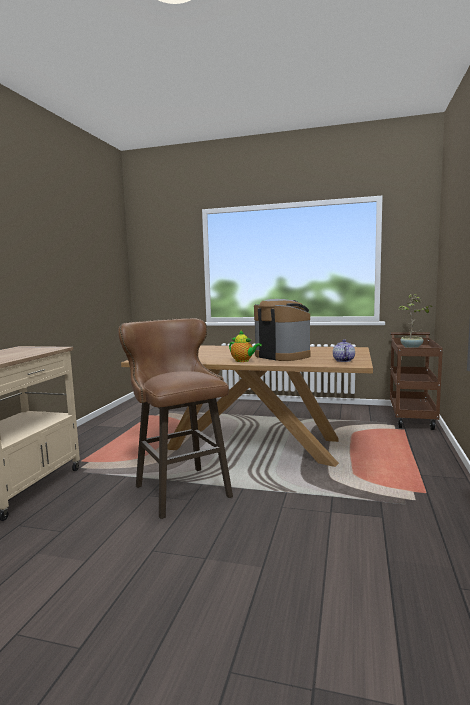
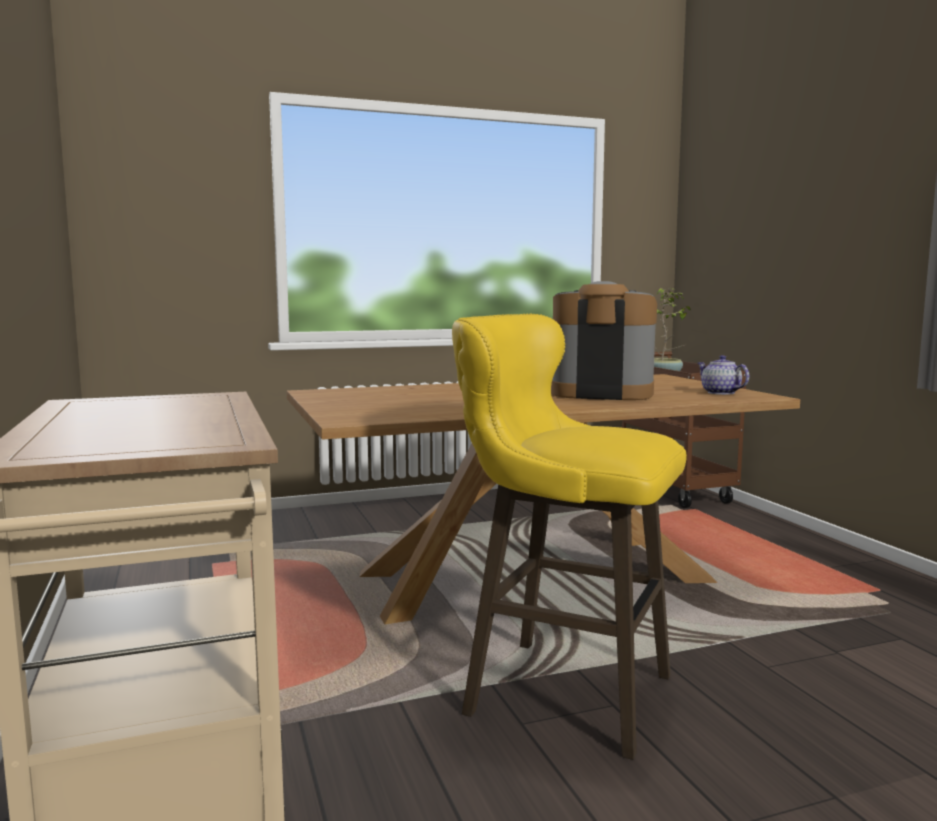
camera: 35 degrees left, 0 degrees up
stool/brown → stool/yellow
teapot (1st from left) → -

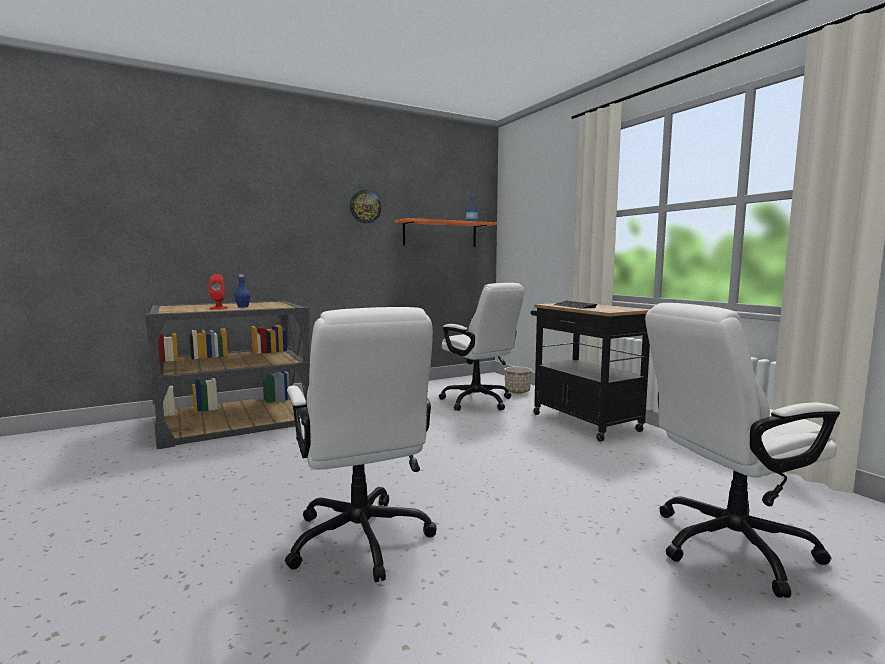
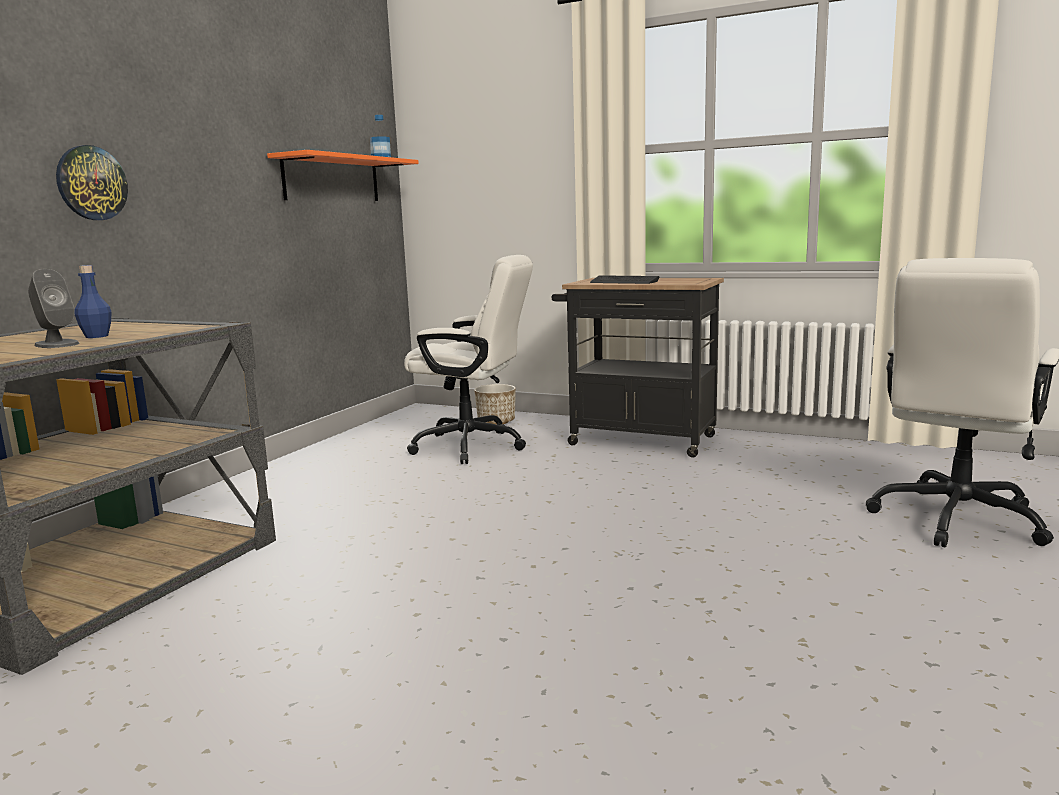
camera: 35 degrees left, 5 degrees up
wall clock, move
speaker/red → speaker/grey
office chair/white (1st from left) → -

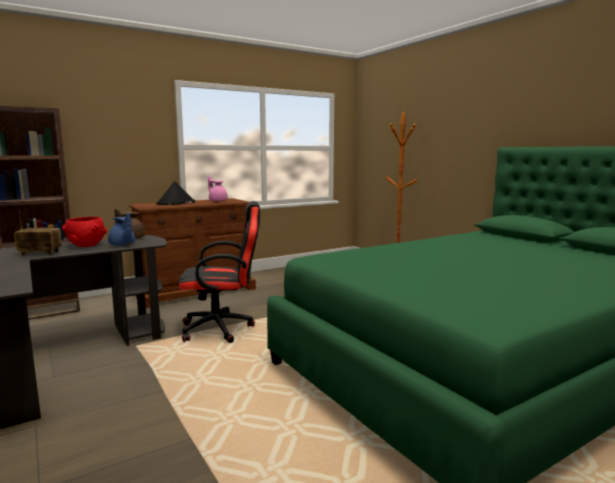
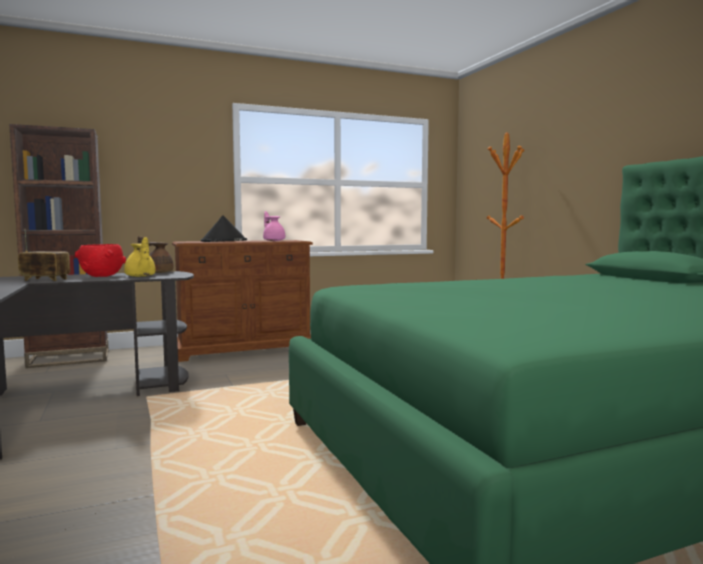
camera: 10 degrees right, 5 degrees down
office chair/black → -
teapot/blue → teapot/yellow

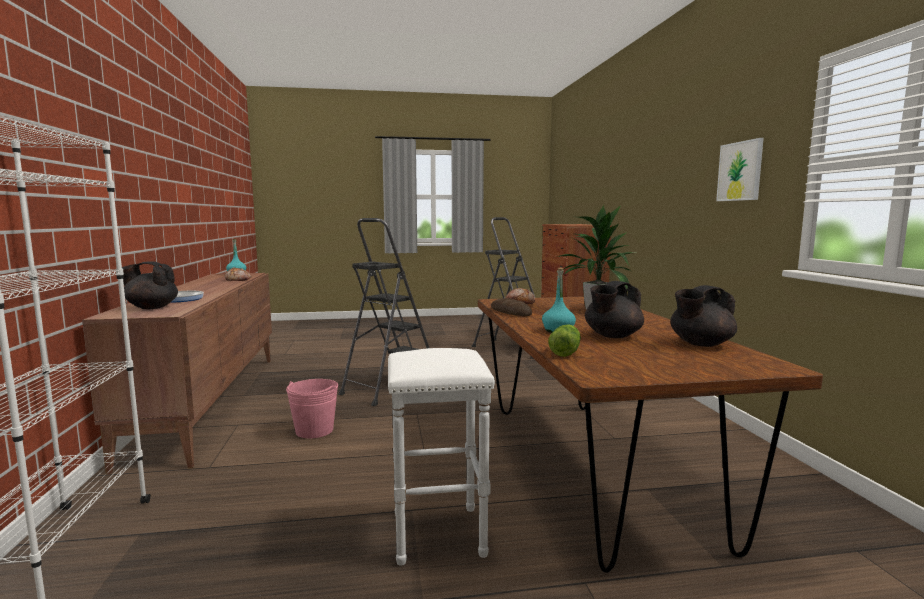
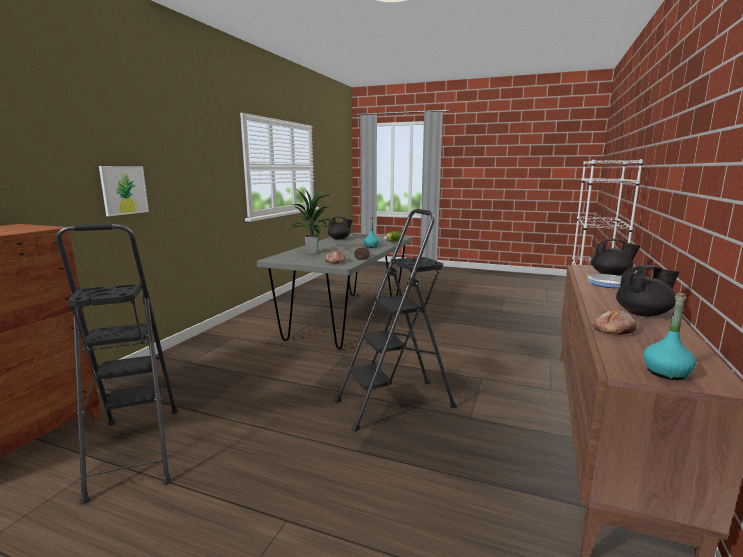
camera: 150 degrees left, 5 degrees up
picture, move
teapot/black (2nd from left in the first image) → teapot/black (3rd from left), move
dining table/brown → dining table/grey
stool/white → -
bucket/pink → -

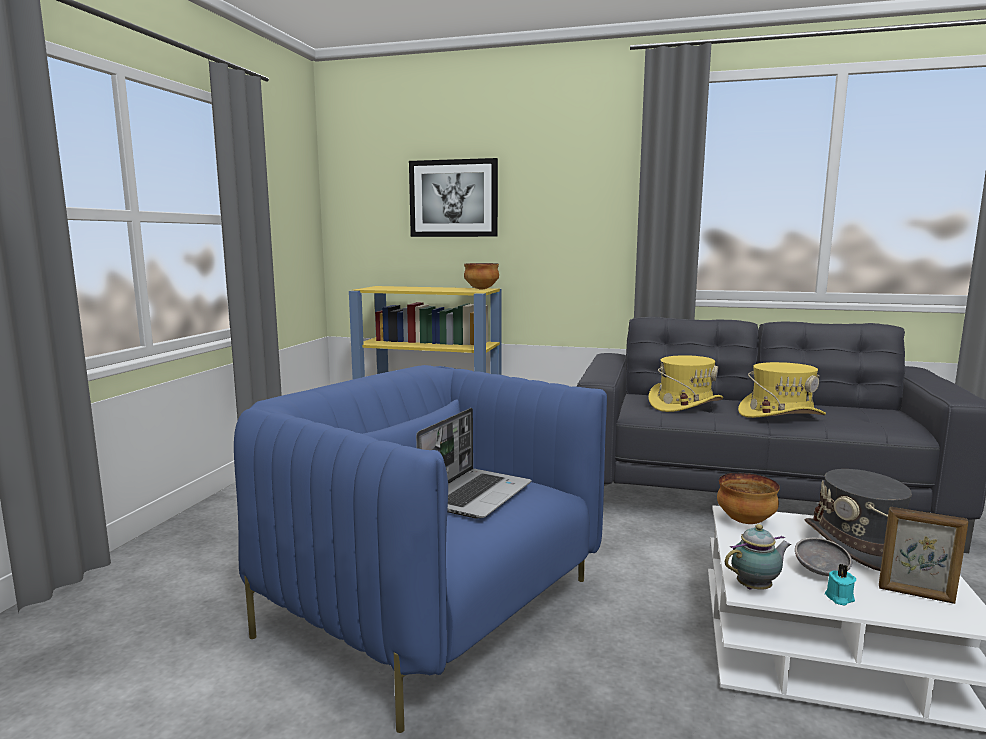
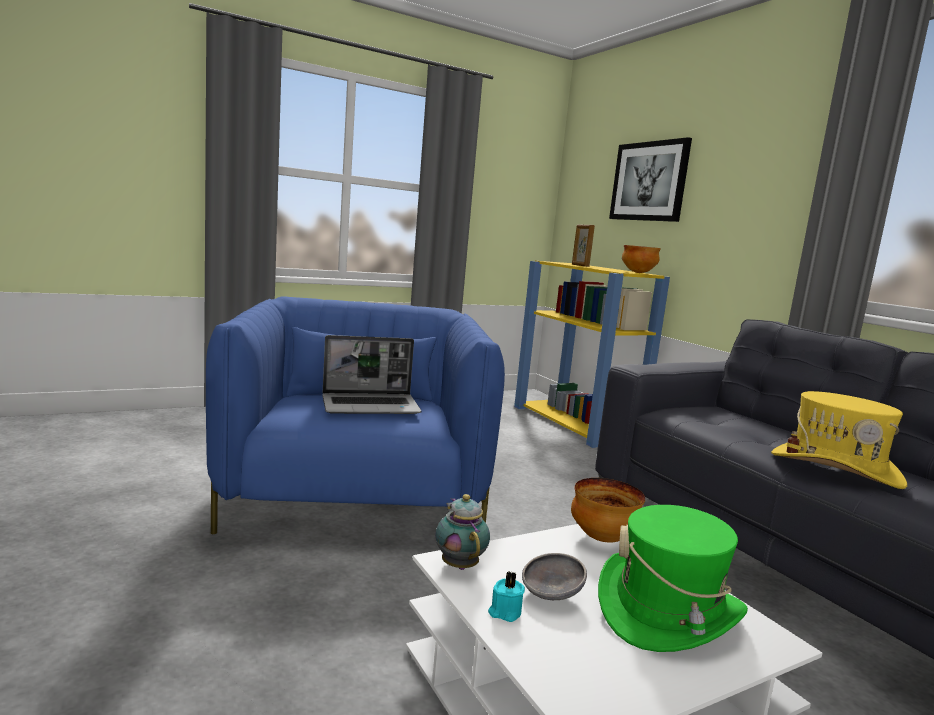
camera: 45 degrees right, 0 degrees up
hat/yellow (1st from left) → -
hat/grey → hat/green
picture frame, move
teapot, 135 degrees counterclockwise

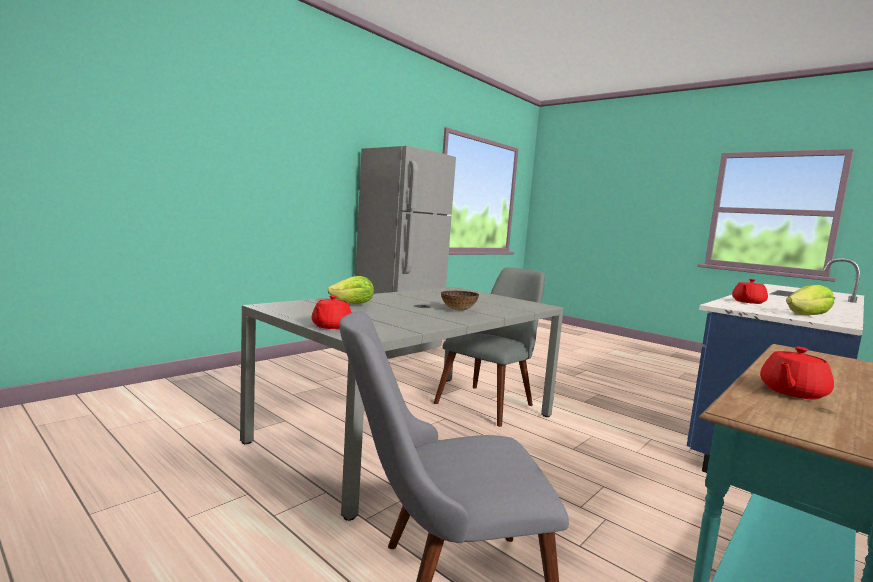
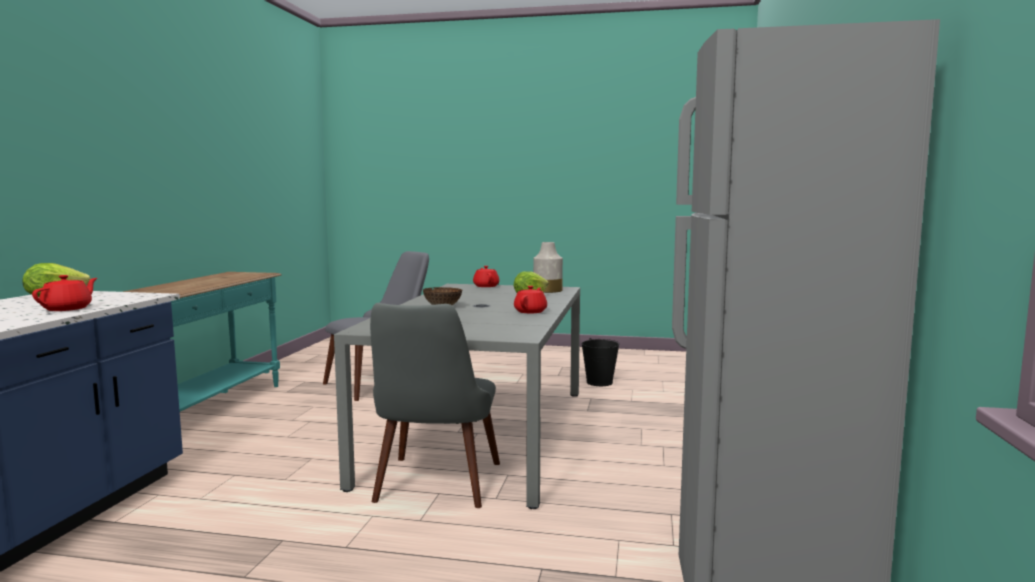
camera: 150 degrees right, 0 degrees up
teapot/red (3rd from left), move
- → vase/beige
- → bucket/black

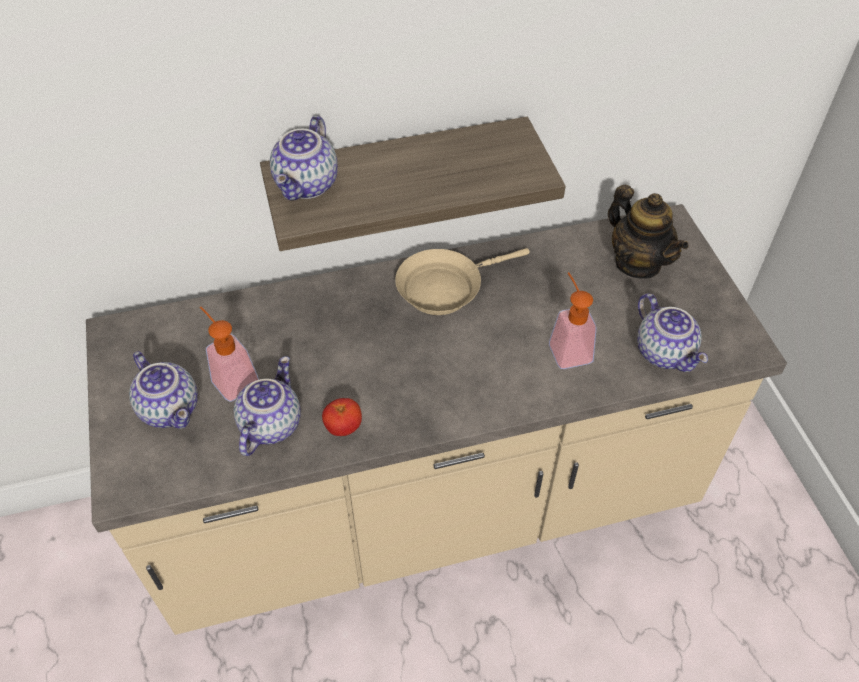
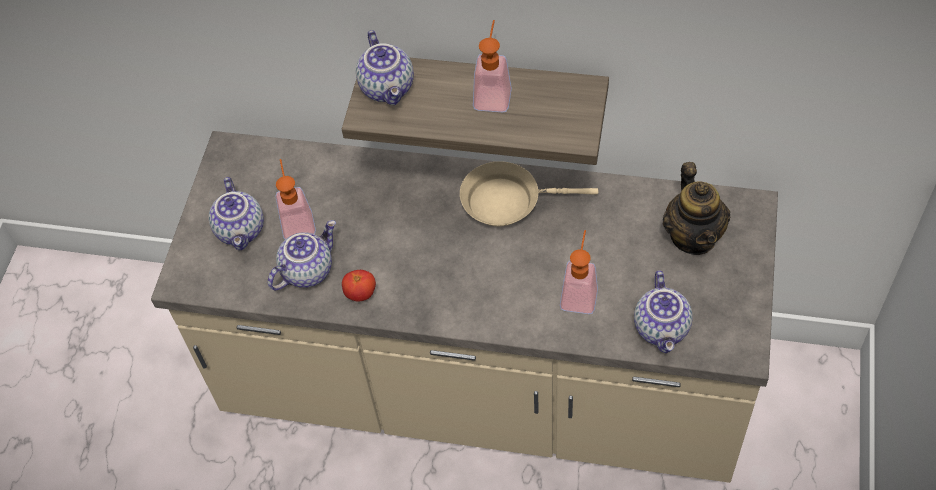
camera: 30 degrees right, 5 degrees up
teapot (3rd from left), 60 degrees counterclockwise
- → soap dispenser (2nd from left)

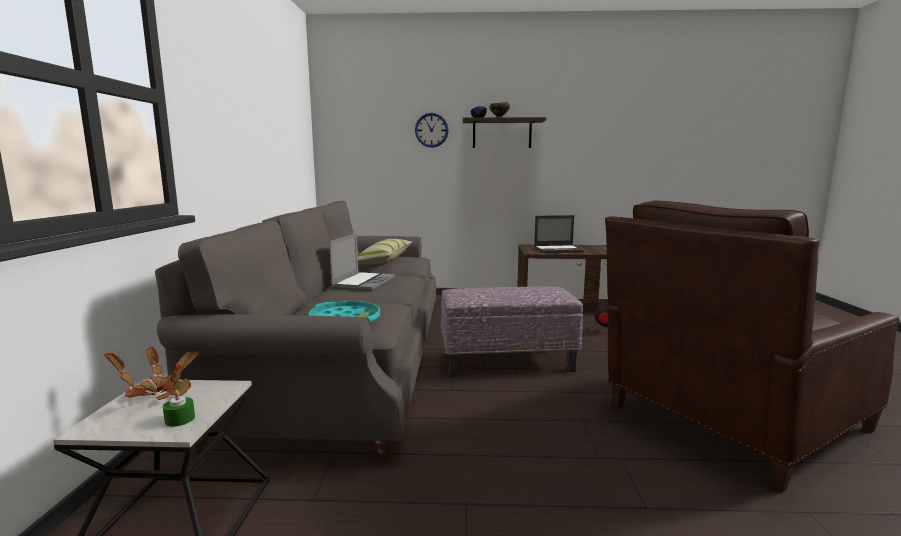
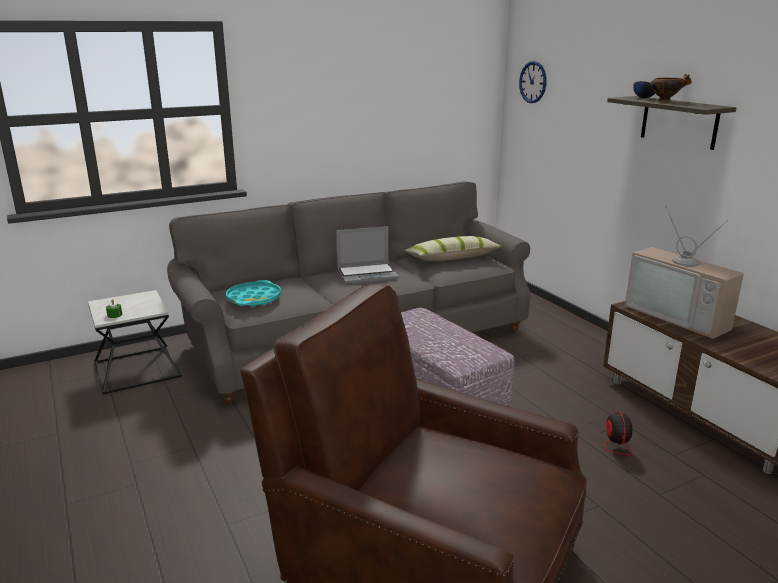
camera: 60 degrees right, 10 degrees up
wall clock, move
laptop (2nd from left) → television
potted plant → -

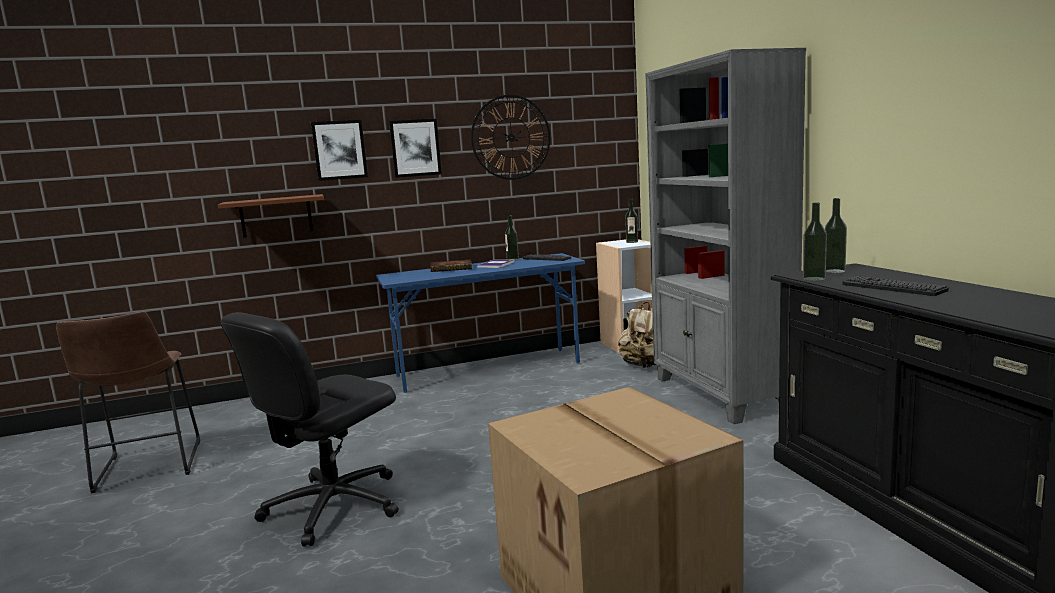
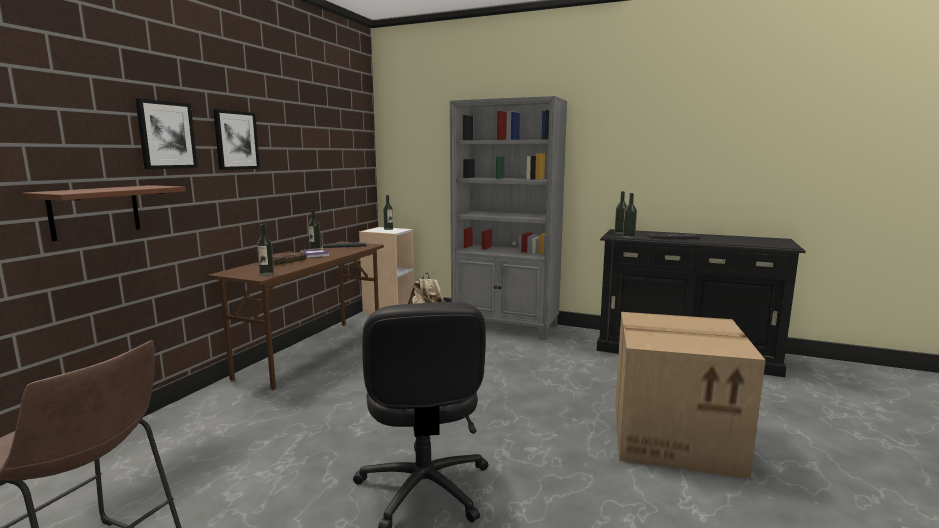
camera: 50 degrees left, 0 degrees up
wall clock → -
desk/blue → desk/brown
- → bottle (1st from left)

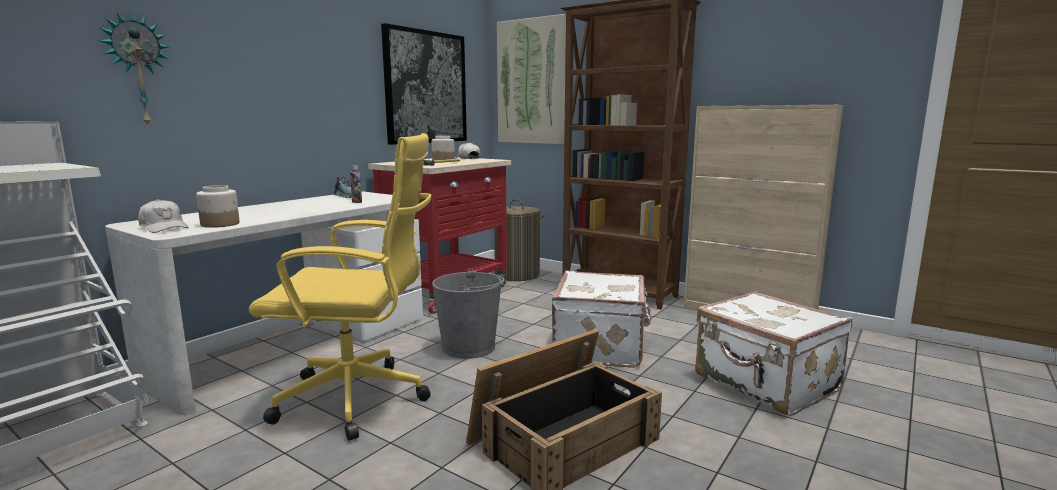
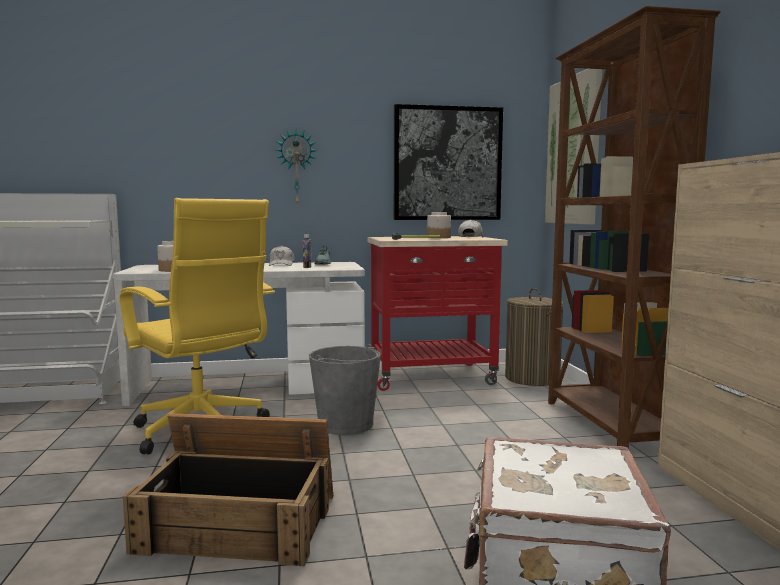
camera: 45 degrees right, 5 degrees down
wall clock, move
cap/white (1st from left), move
suitcase/white (1st from left) → -

